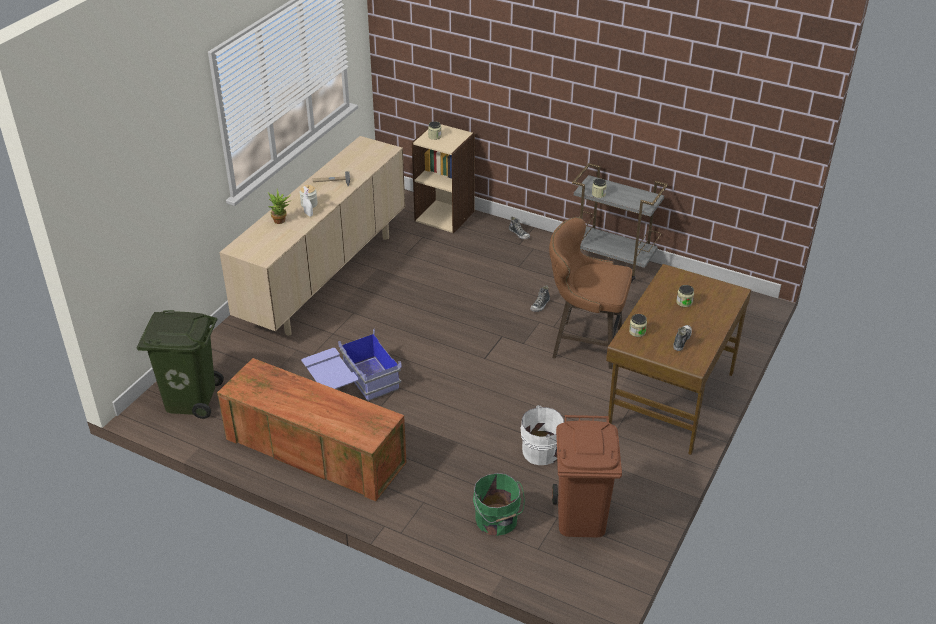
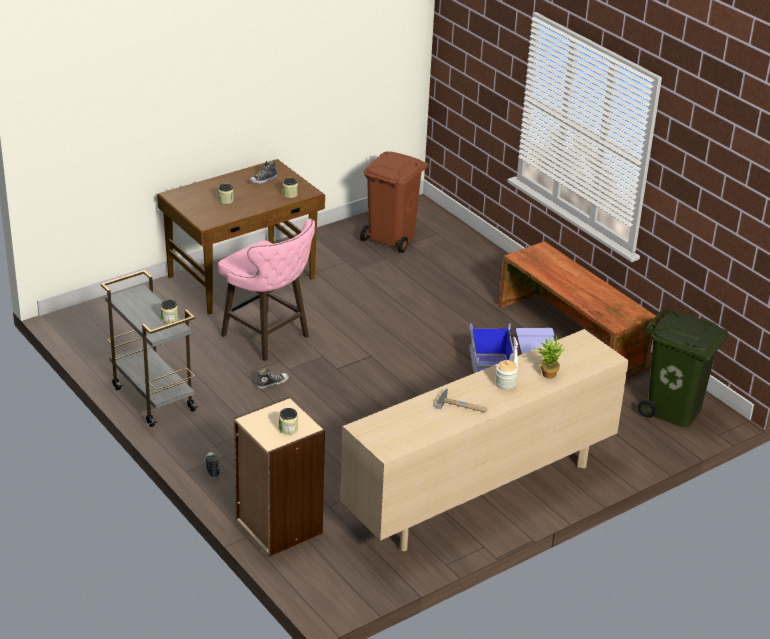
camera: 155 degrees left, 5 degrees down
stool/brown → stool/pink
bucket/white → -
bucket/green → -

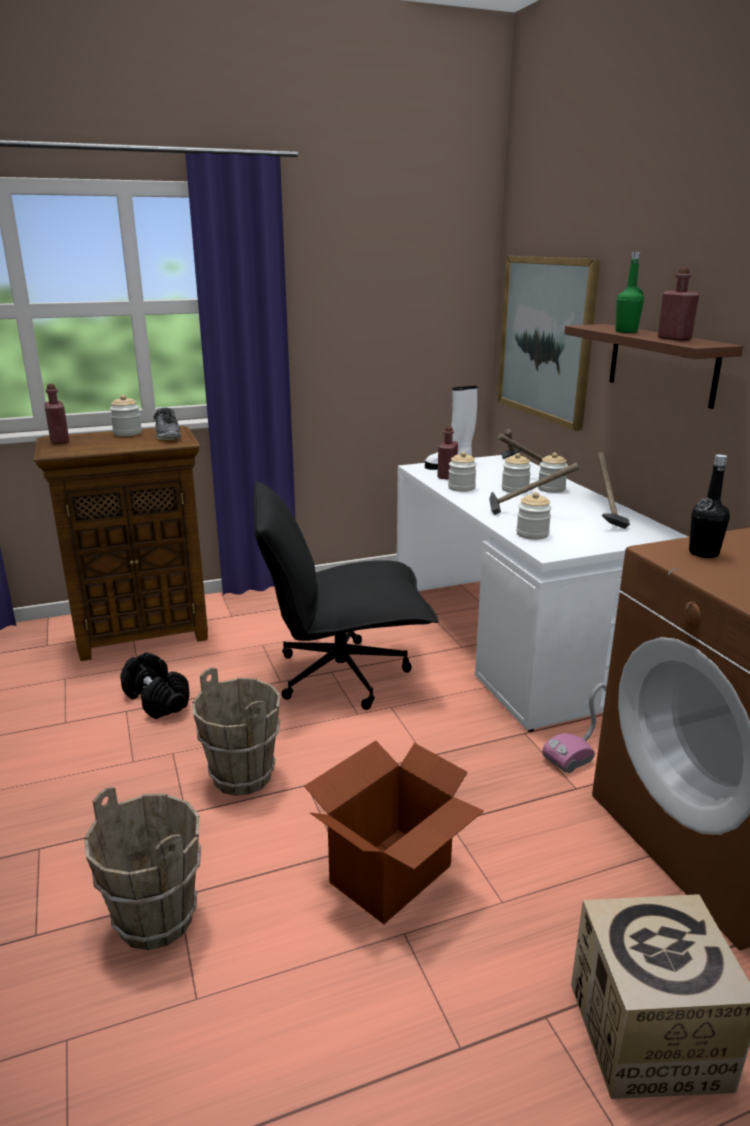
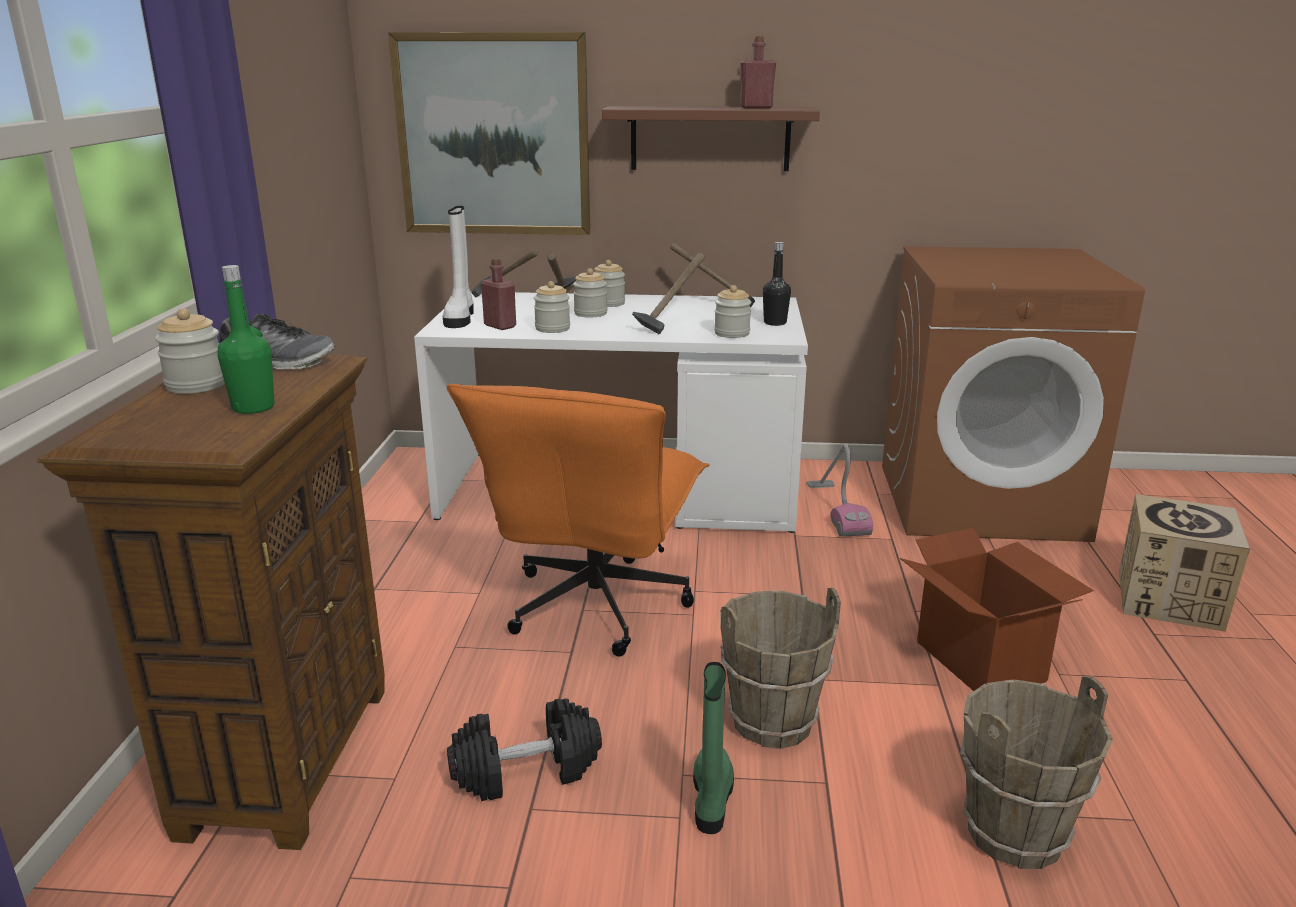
camera: 65 degrees left, 0 degrees up
bottle/green, move
bottle/red (1st from left) → -
bottle/black, move
office chair/black → office chair/orange
- → boot/green

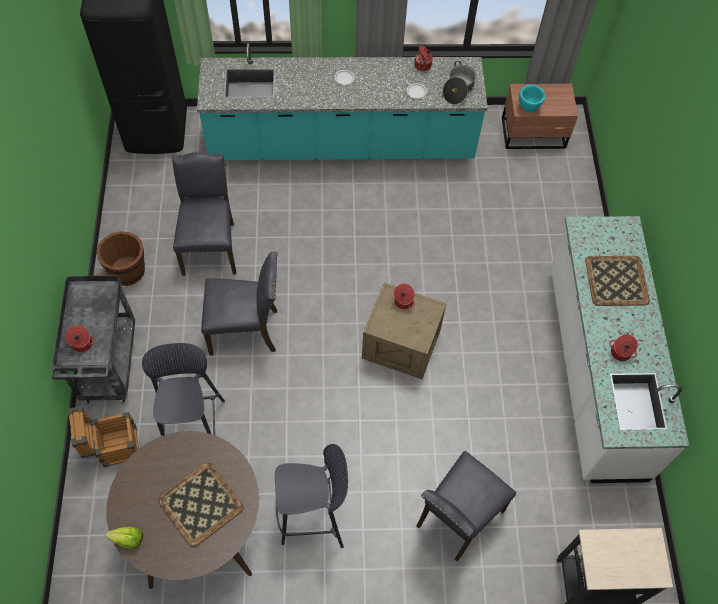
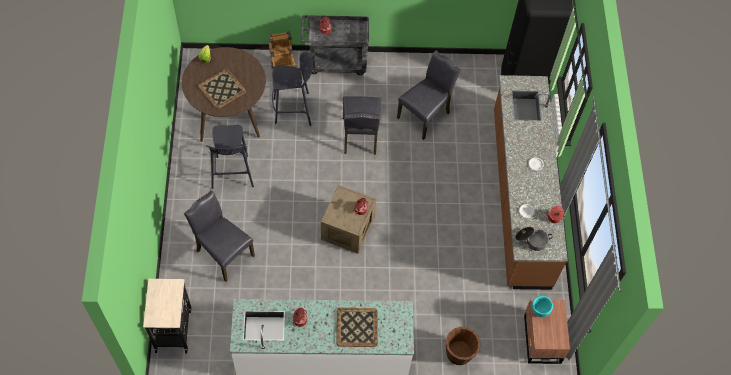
camera: 90 degrees right, 0 degrees up
counter/turquoise → counter/brown
chair/grey (1st from left in the first image) → chair/grey (3rd from left), 45 degrees counterclockwise
bucket/brown, move

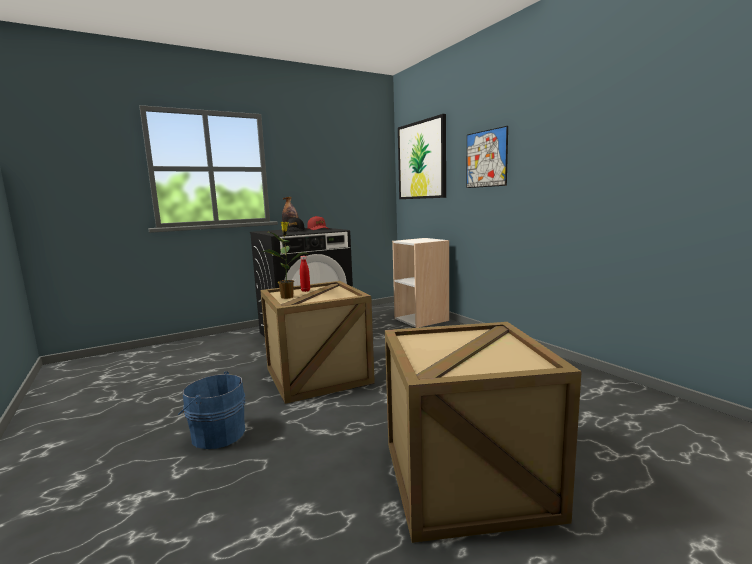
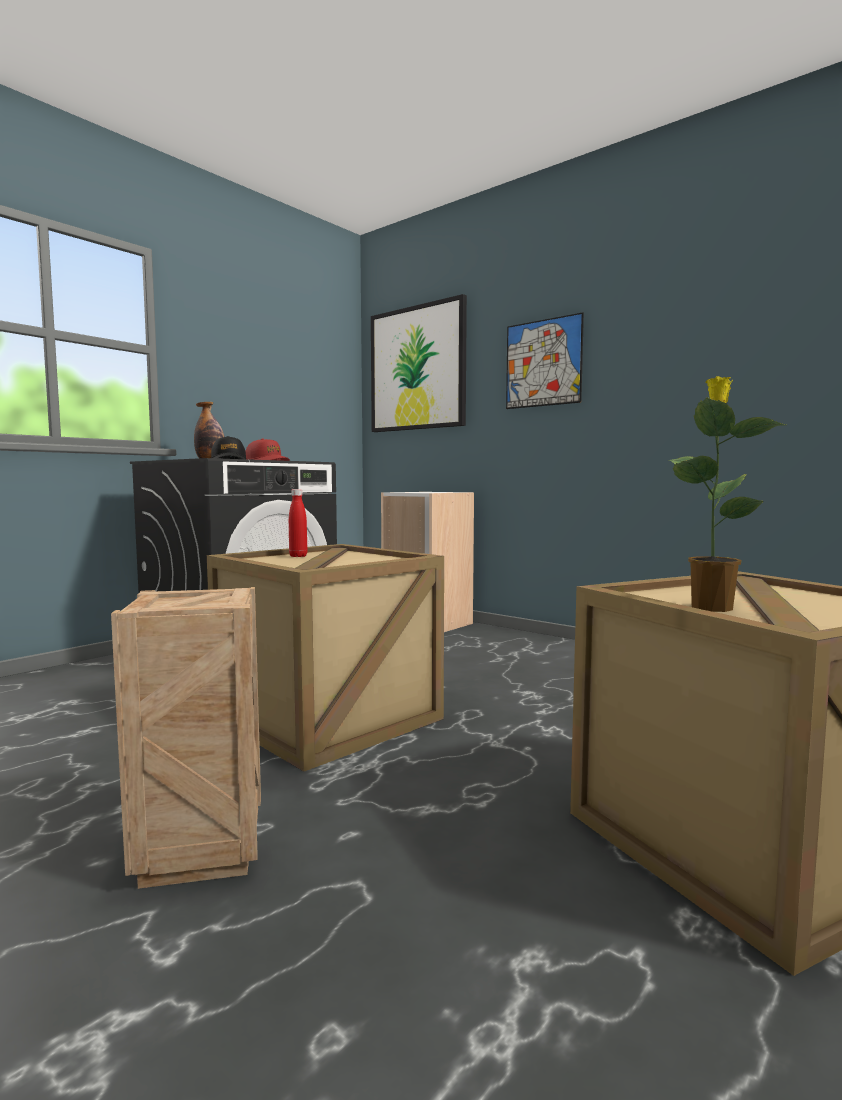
camera: 20 degrees left, 5 degrees down
potted plant, move
bucket/blue → crate (1st from left)

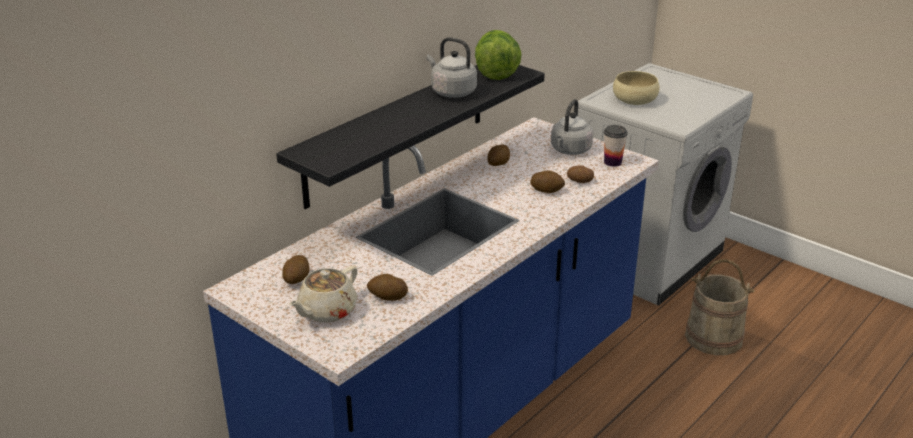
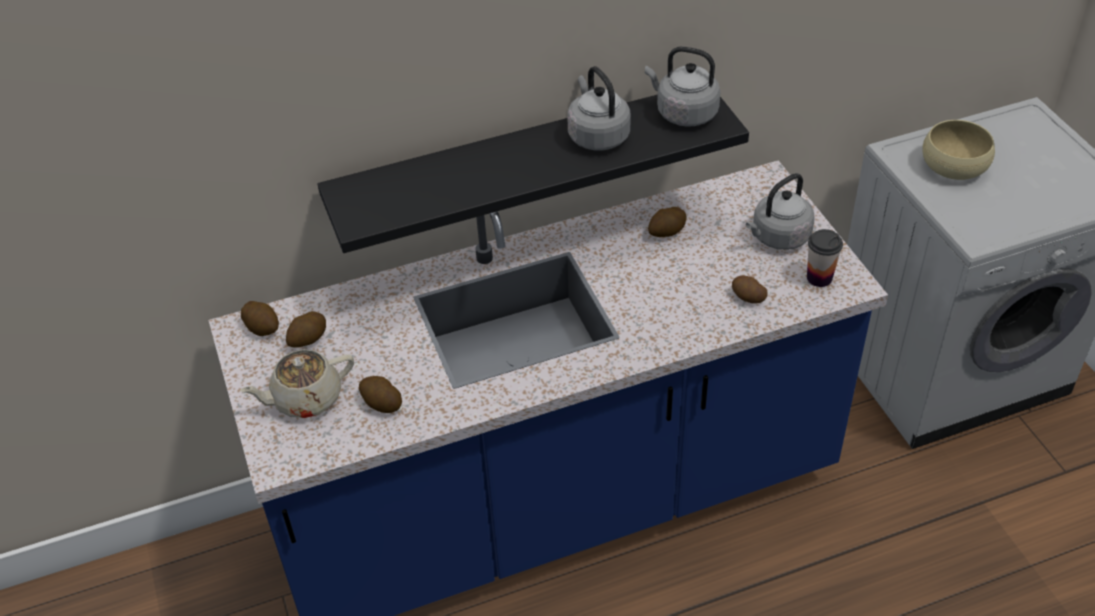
camera: 30 degrees right, 15 degrees up
lettuce → kettle/grey (2nd from left)
potato (4th from left in the first image) → potato (1st from left), move
bucket/beige → -

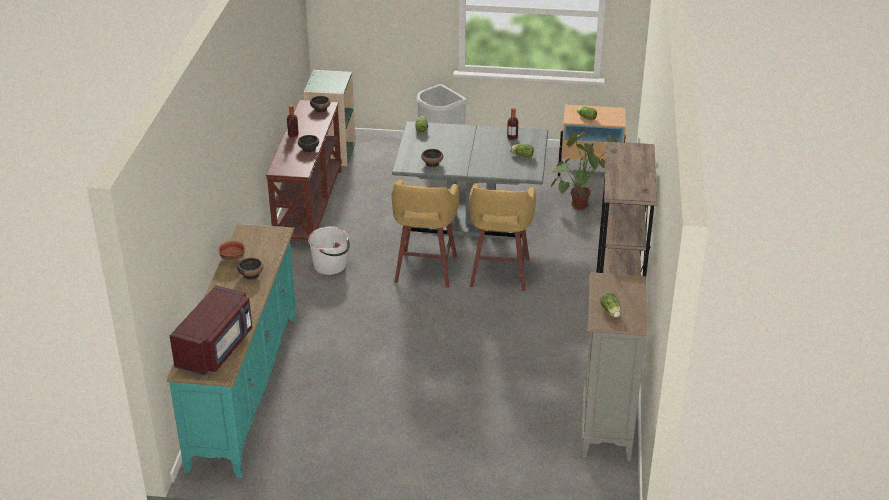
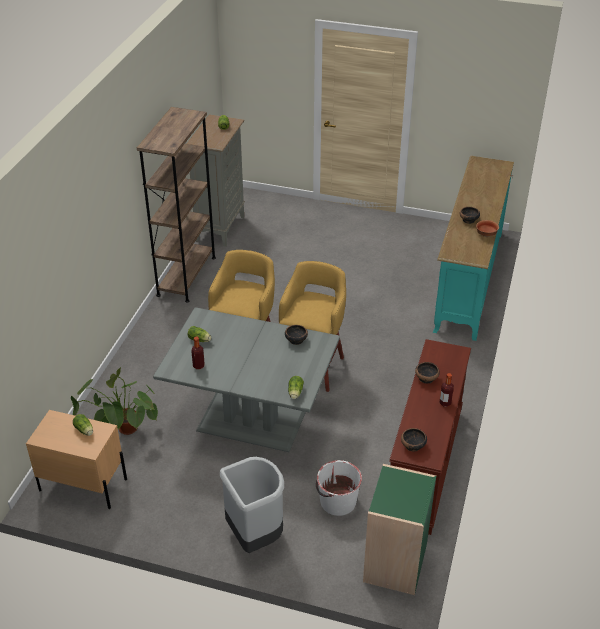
camera: 170 degrees left, 5 degrees up
bucket/white, move
microwave/red → -

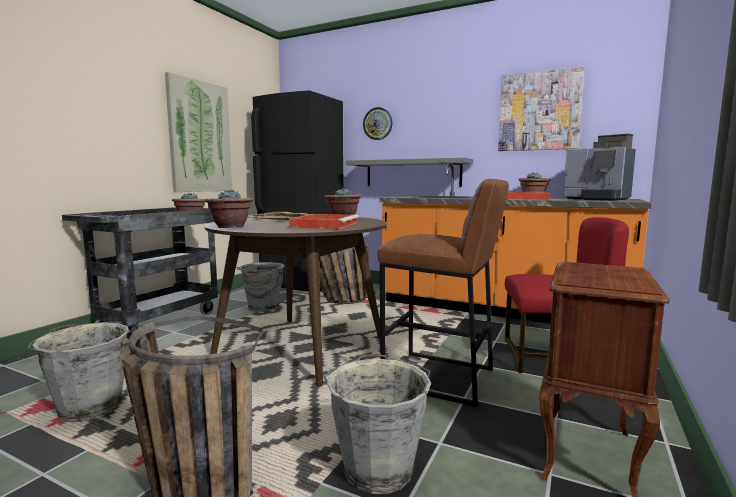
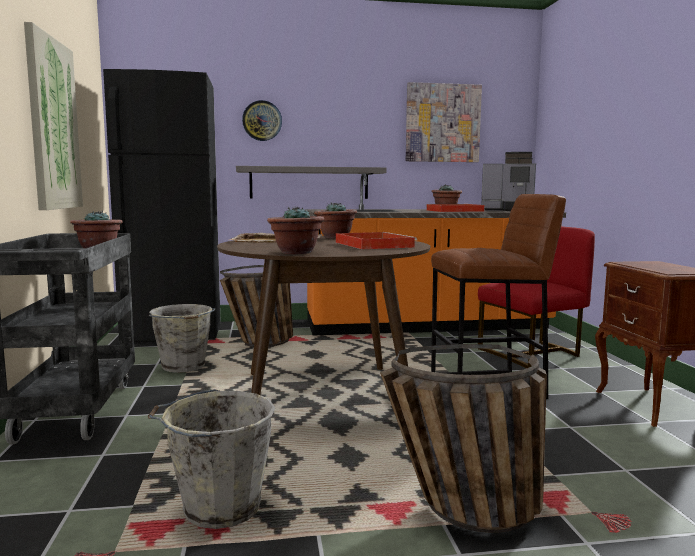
camera: 35 degrees left, 0 degrees up
bucket/grey (3rd from left) → -

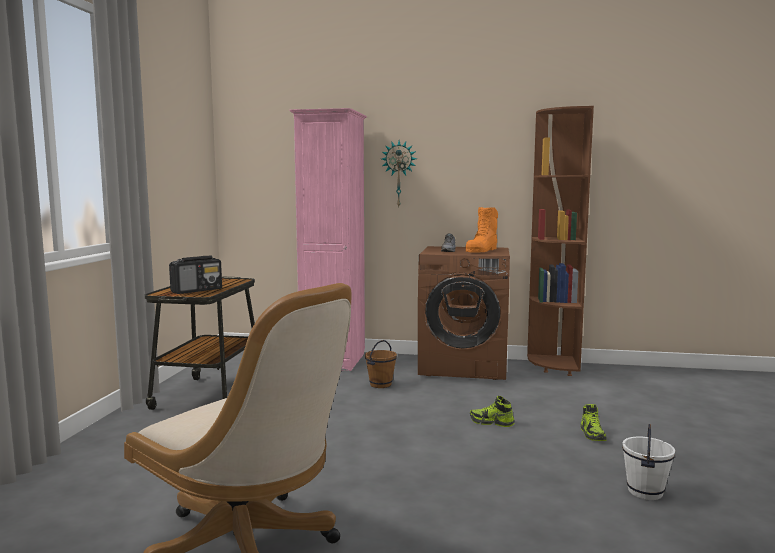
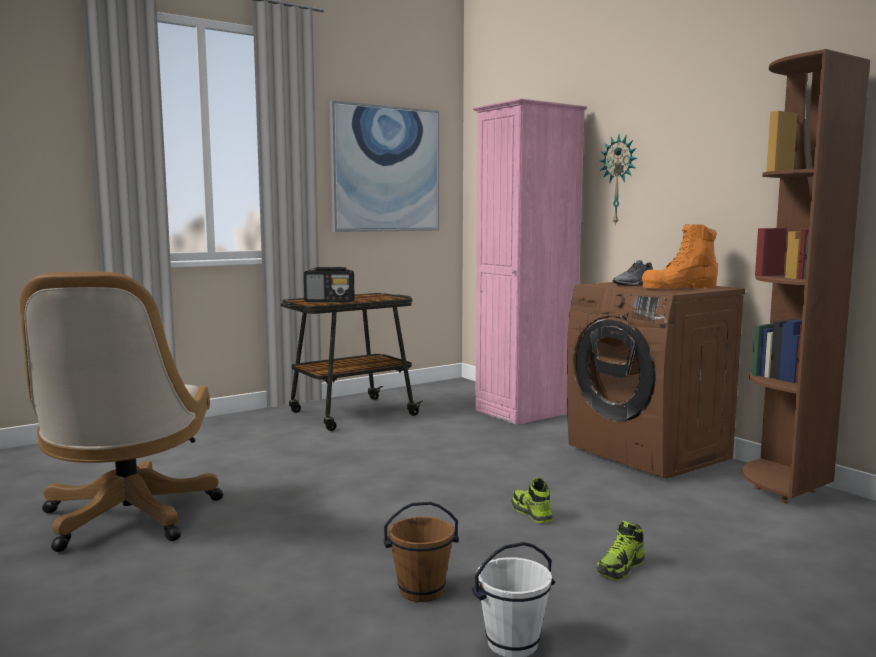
camera: 45 degrees right, 0 degrees up
bucket/brown, move
- → picture

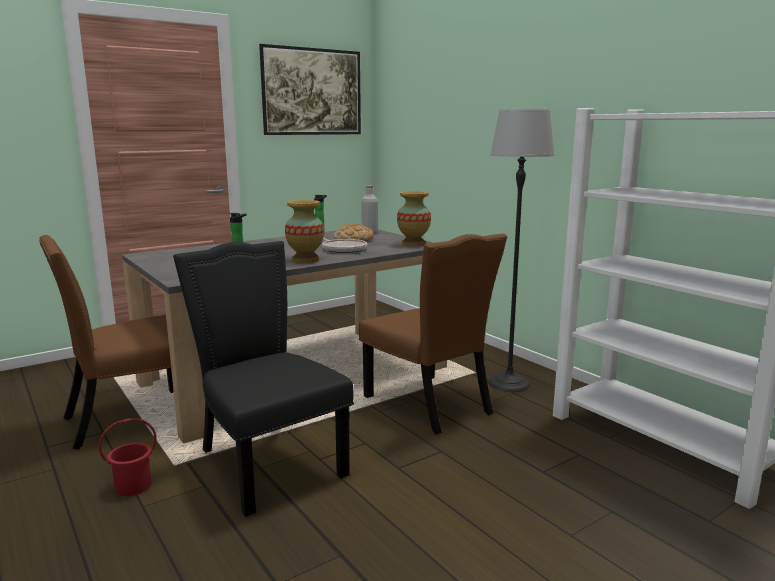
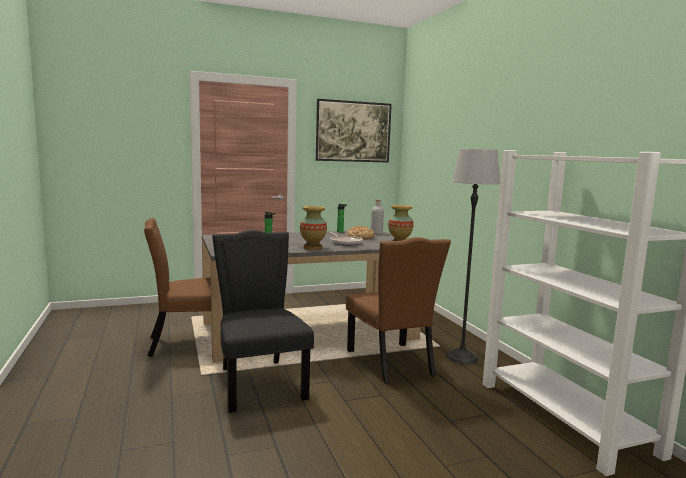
camera: 15 degrees right, 5 degrees down
bucket/red → -

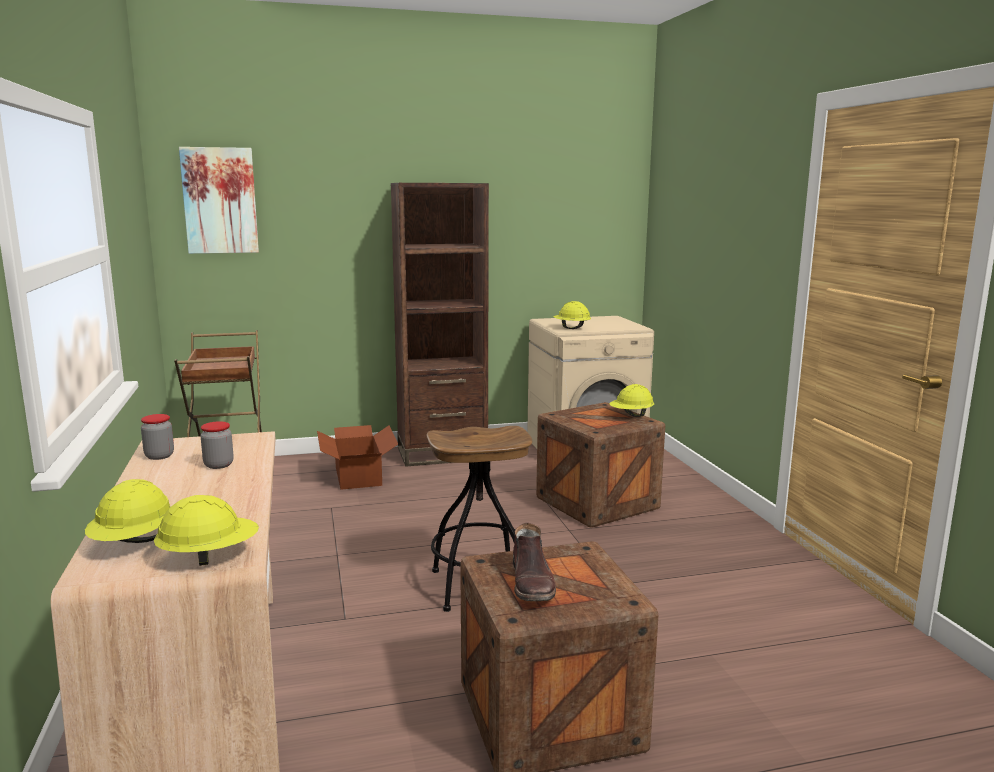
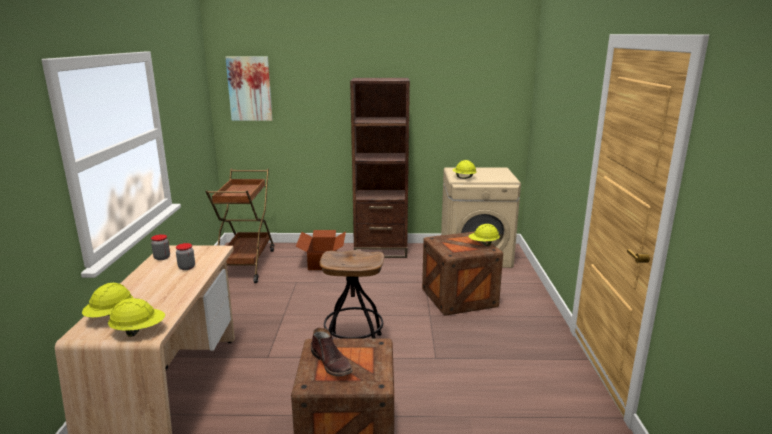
camera: 15 degrees right, 5 degrees up
boot/brown, 45 degrees counterclockwise

